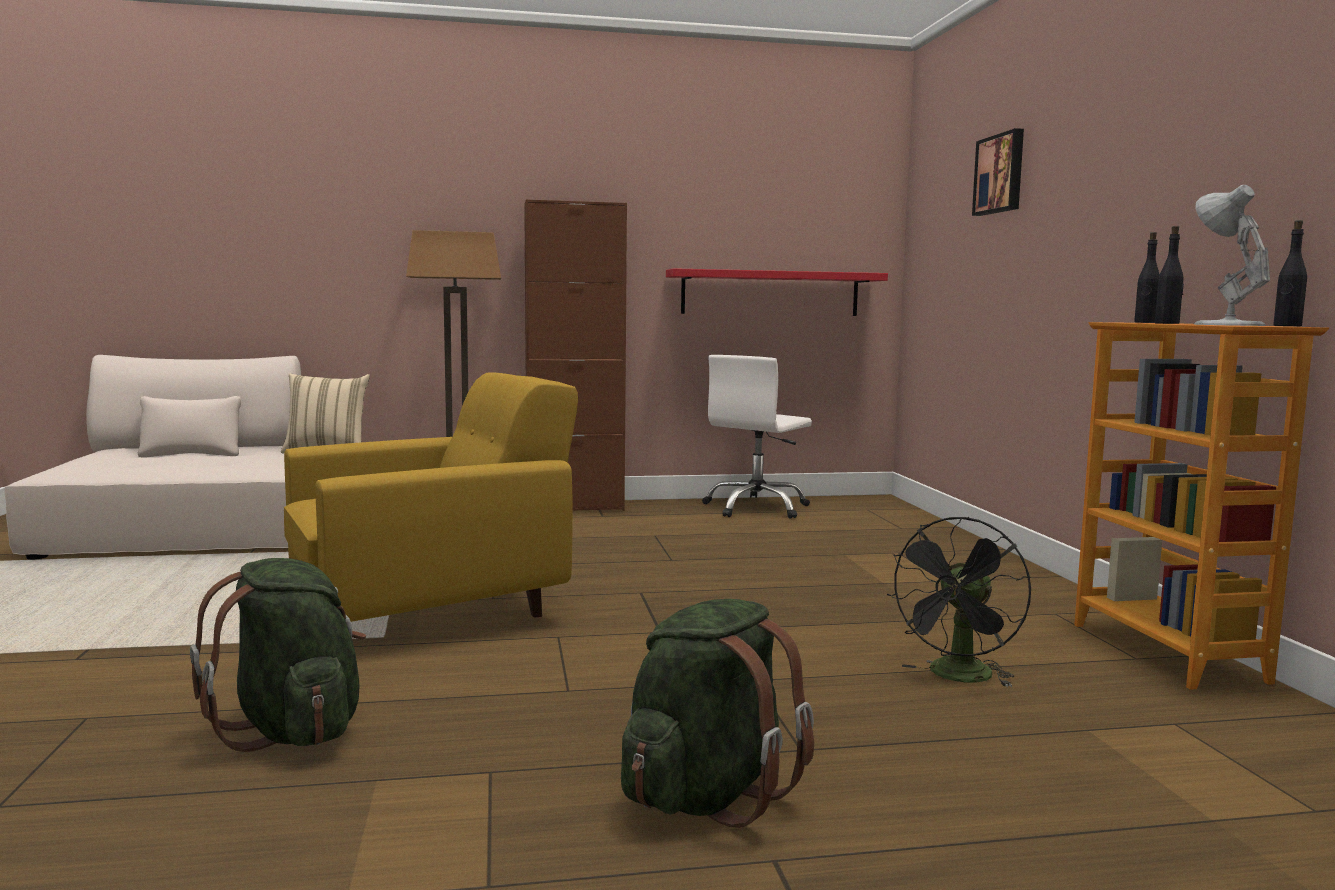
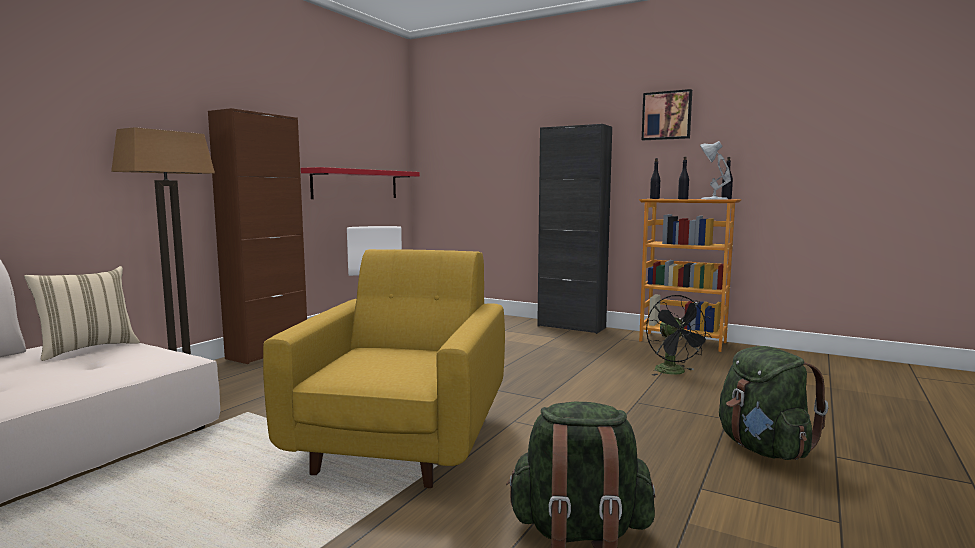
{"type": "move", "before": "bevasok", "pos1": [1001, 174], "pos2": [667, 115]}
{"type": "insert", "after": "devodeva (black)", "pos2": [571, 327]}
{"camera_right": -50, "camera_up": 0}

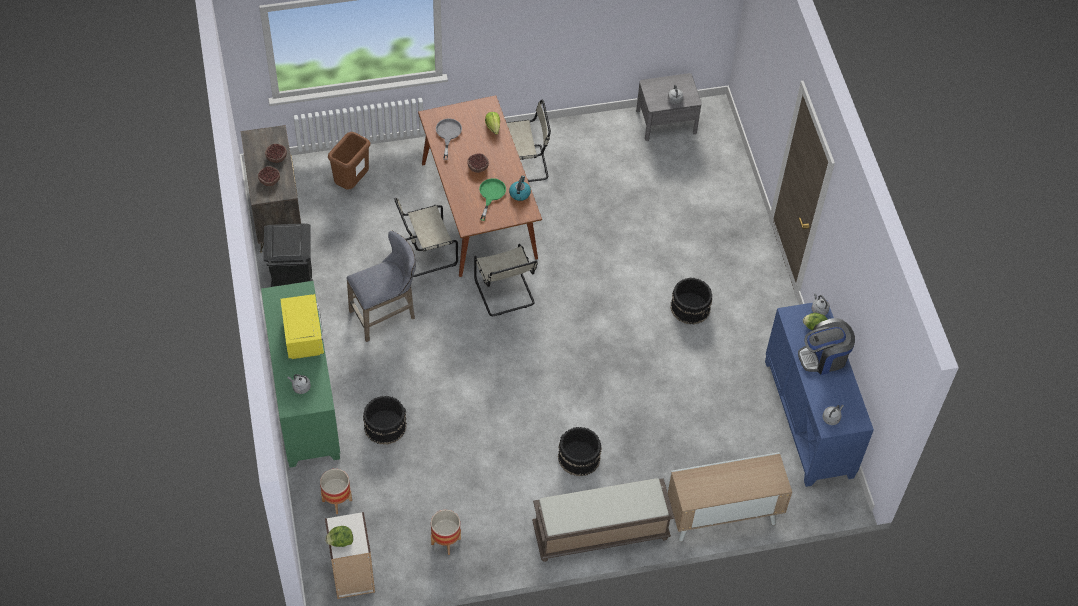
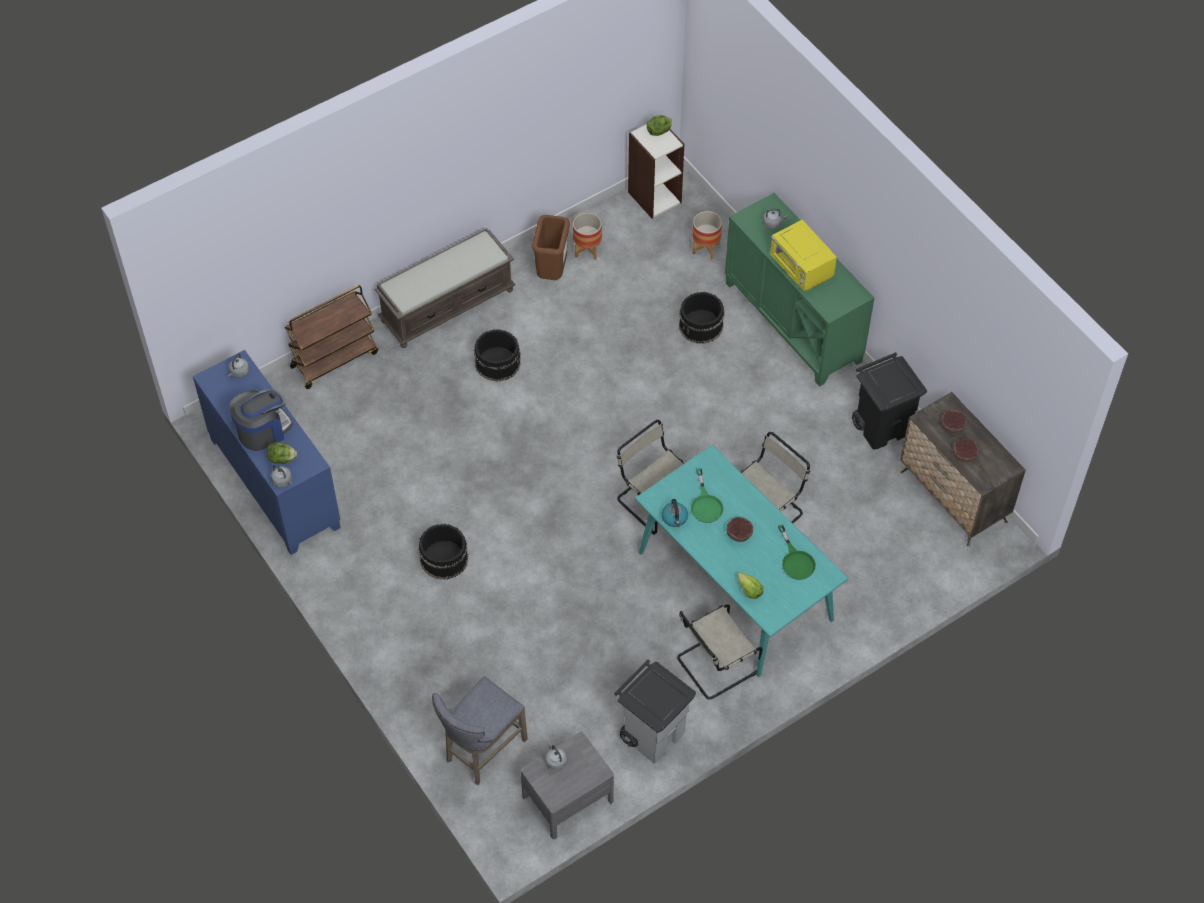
{"type": "move", "before": "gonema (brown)", "pos1": [351, 181], "pos2": [552, 272]}
{"type": "move", "before": "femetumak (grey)", "pos1": [386, 315], "pos2": [481, 751]}
{"type": "recolor", "before": "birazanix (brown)", "after": "birazanix (turquoise)", "pos1": [478, 210], "pos2": [736, 586]}
{"type": "recolor", "before": "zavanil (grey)", "after": "zavanil (green)", "pos1": [448, 134], "pos2": [796, 561]}
{"type": "replace", "before": "devodeva", "after": "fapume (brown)", "pos1": [722, 516], "pos2": [335, 359]}
{"type": "insert", "after": "gonema (grey)", "pos2": [653, 734]}
{"camera_right": 160, "camera_up": 0}

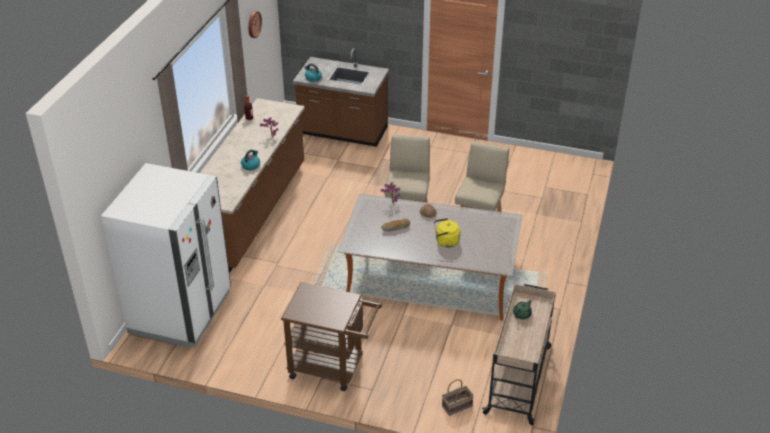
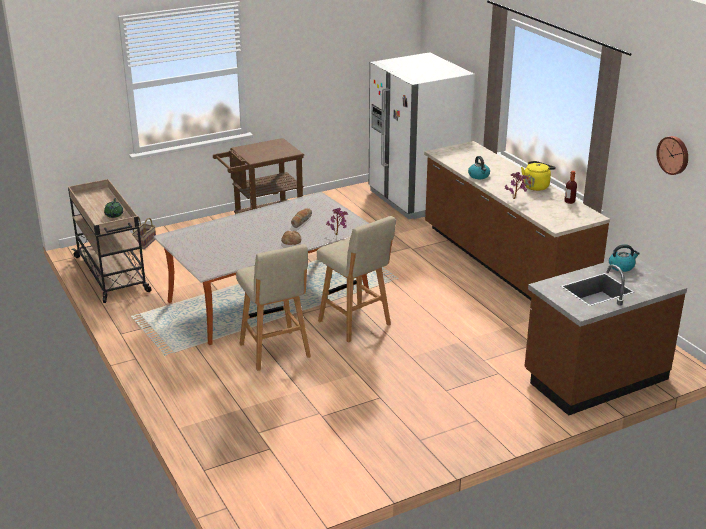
{"type": "move", "before": "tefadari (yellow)", "pos1": [445, 242], "pos2": [536, 186]}
{"camera_right": 135, "camera_up": -10}

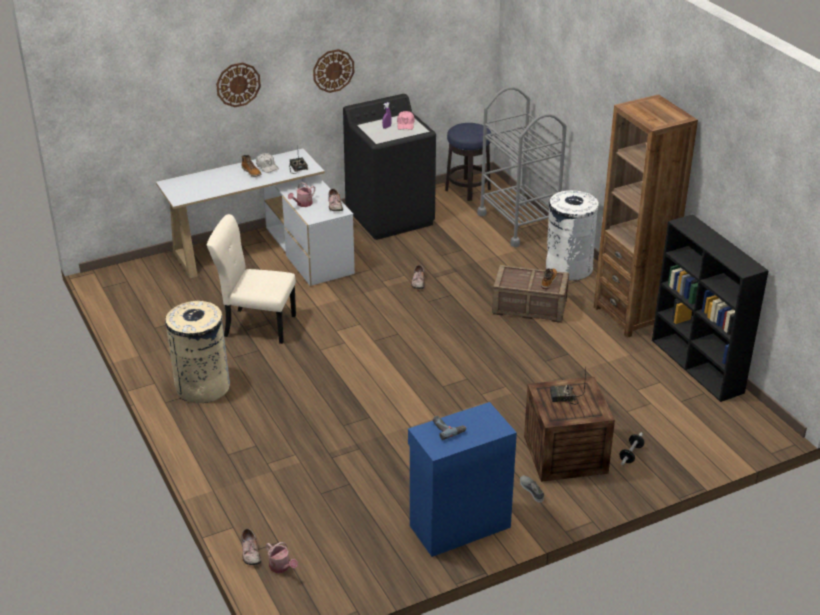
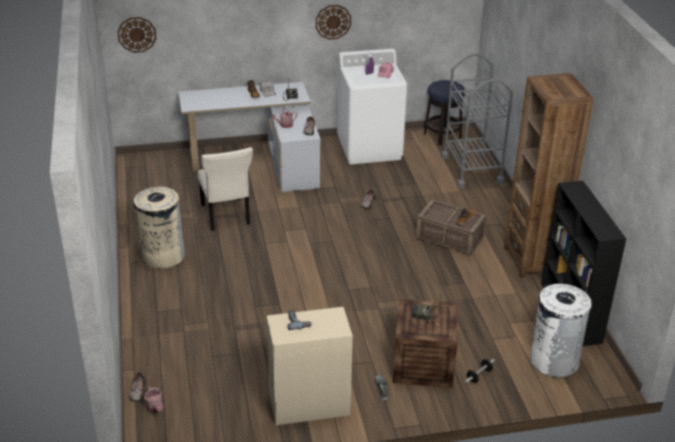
{"type": "rotate", "before": "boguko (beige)", "pos1": [257, 325], "pos2": [226, 216], "turn": -135}
{"type": "move", "before": "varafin", "pos1": [238, 84], "pos2": [137, 34]}
{"type": "recolor", "before": "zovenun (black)", "after": "zovenun (white)", "pos1": [390, 217], "pos2": [370, 148]}
{"type": "recolor", "before": "devodeva (blue)", "after": "devodeva (beige)", "pos1": [458, 525], "pos2": [308, 404]}
{"type": "move", "before": "gonema (white)", "pos1": [568, 268], "pos2": [554, 360]}
{"camera_right": 15, "camera_up": 0}

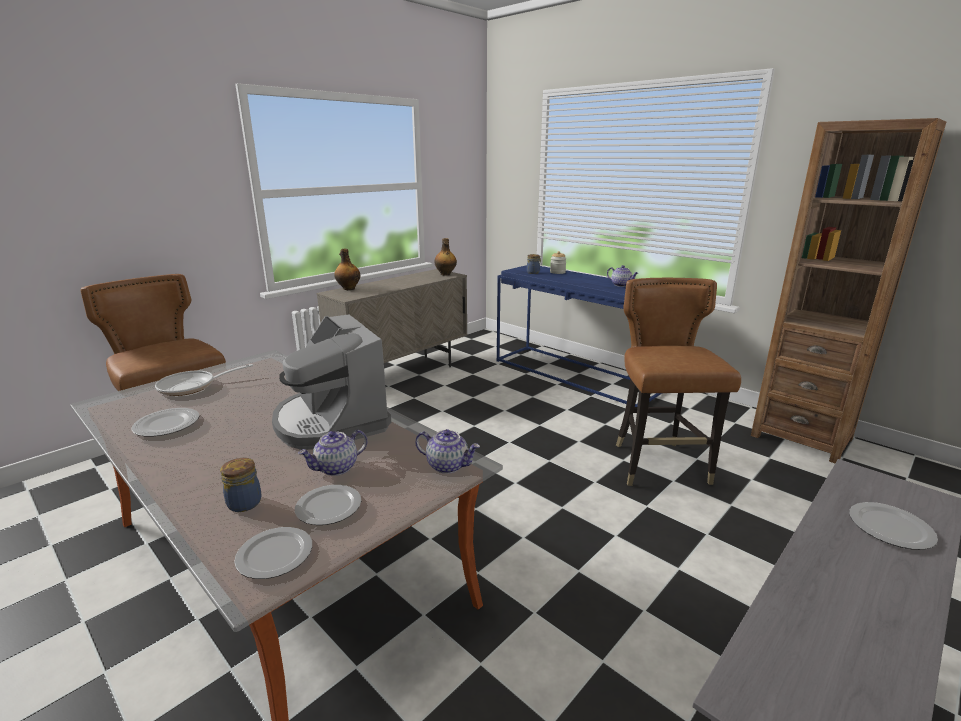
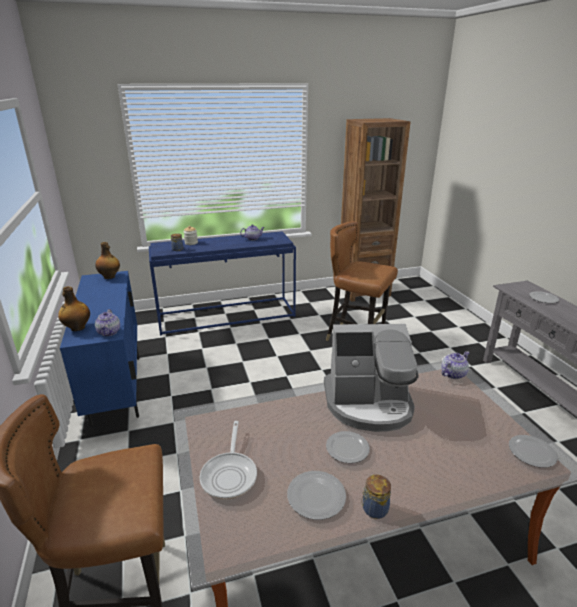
{"type": "move", "before": "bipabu", "pos1": [243, 502], "pos2": [374, 509]}
{"type": "move", "before": "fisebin", "pos1": [328, 508], "pos2": [348, 448]}
{"type": "move", "before": "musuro", "pos1": [336, 468], "pos2": [109, 332]}
{"type": "recolor", "before": "devodeva (beige)", "after": "devodeva (blue)", "pos1": [402, 375], "pos2": [117, 388]}
{"camera_right": -60, "camera_up": 5}

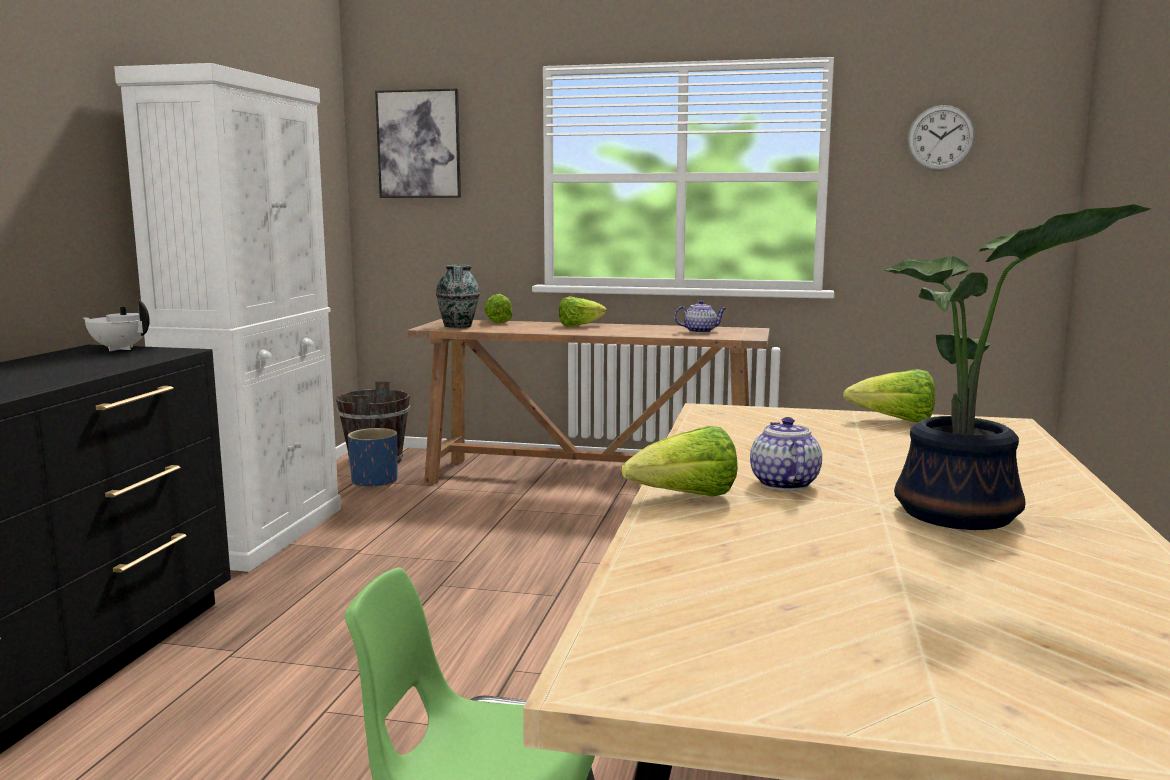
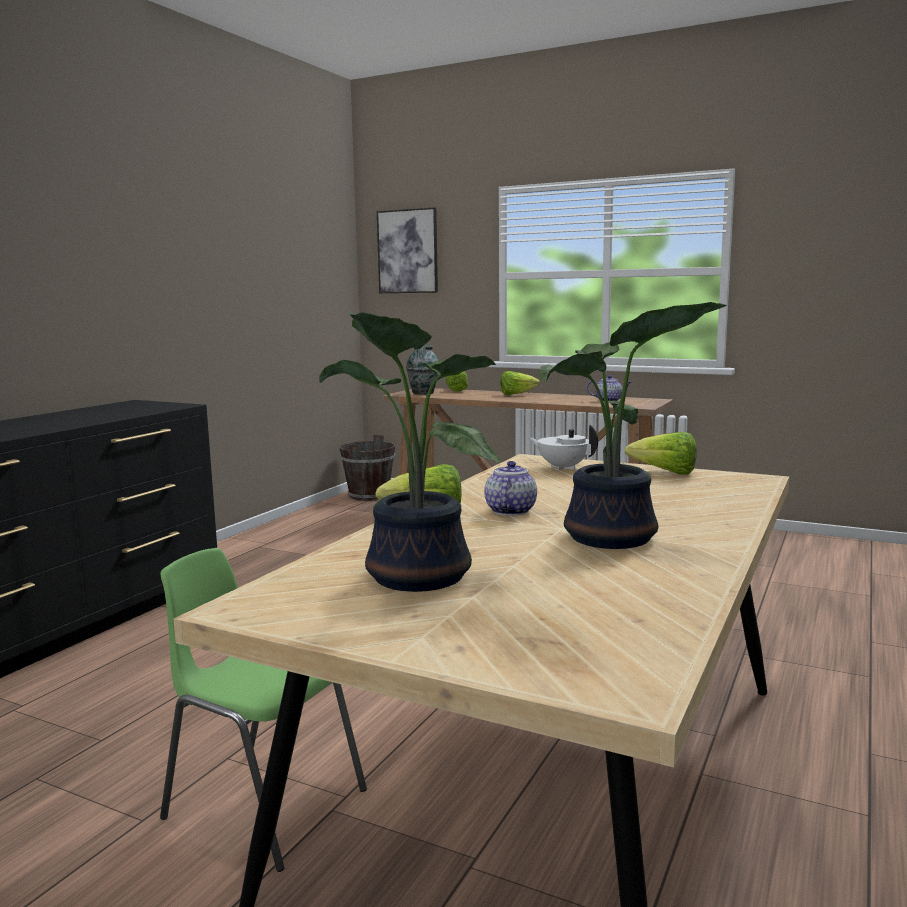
{"type": "move", "before": "musuro (white)", "pos1": [119, 349], "pos2": [563, 467]}
{"type": "delete", "before": "devodeva (white)", "pos1": [259, 534]}
{"type": "delete", "before": "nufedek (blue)", "pos1": [374, 482]}
{"type": "delete", "before": "varafin", "pos1": [940, 138]}
{"type": "insert", "after": "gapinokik", "pos2": [411, 577]}
{"camera_right": 15, "camera_up": 0}

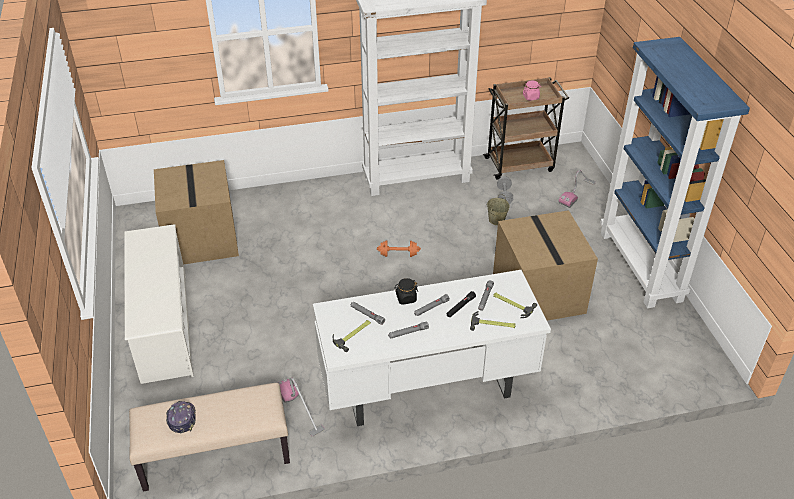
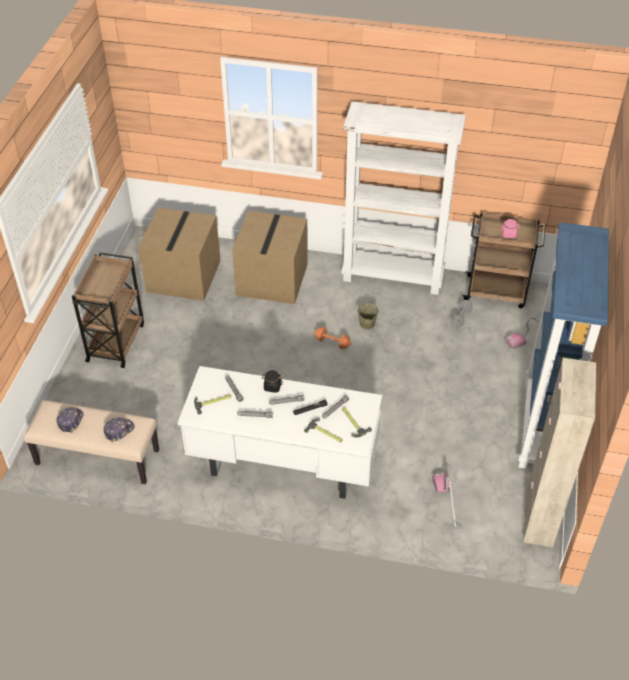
{"type": "replace", "before": "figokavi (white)", "after": "fapume (brown)", "pos1": [164, 326], "pos2": [116, 341]}
{"type": "move", "before": "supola", "pos1": [299, 409], "pos2": [447, 502]}
{"type": "move", "before": "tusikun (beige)", "pos1": [496, 220], "pos2": [367, 324]}
{"type": "move", "before": "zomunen", "pos1": [540, 294], "pos2": [273, 280]}
{"type": "insert", "after": "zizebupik", "pos2": [119, 430]}
{"type": "insert", "after": "devodeva (beige)", "pos2": [539, 517]}
{"camera_right": 25, "camera_up": 5}

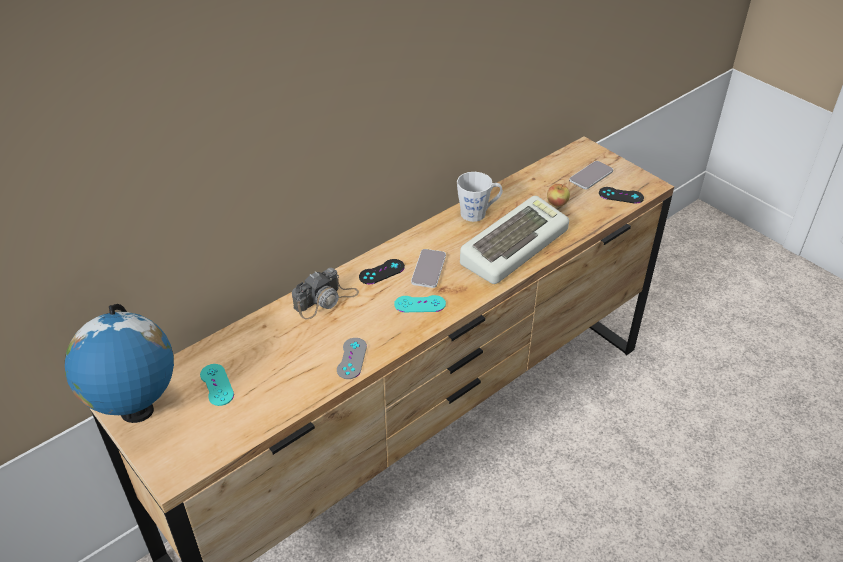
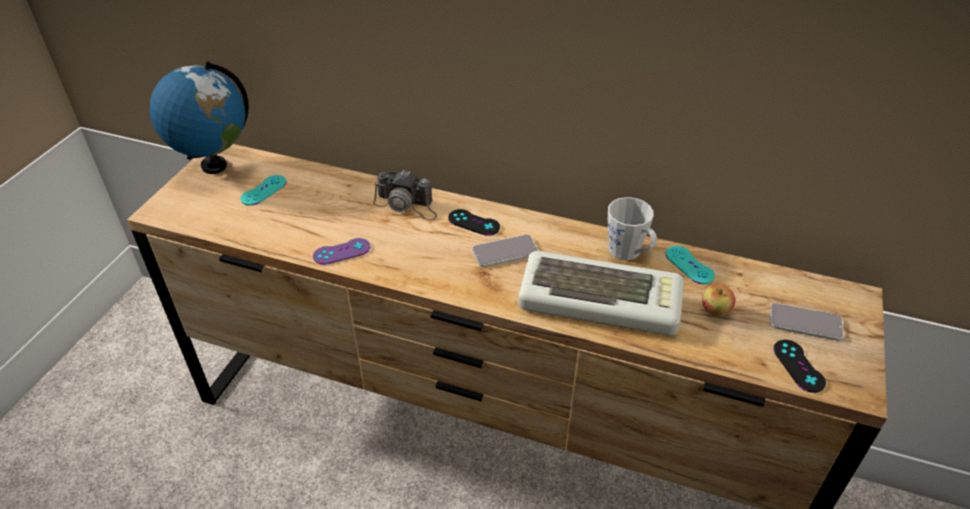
{"type": "recolor", "before": "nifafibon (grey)", "after": "nifafibon (purple)", "pos1": [352, 358], "pos2": [342, 251]}
{"type": "move", "before": "nifafibon (turquoise)", "pos1": [420, 304], "pos2": [689, 265]}
{"camera_right": 60, "camera_up": 0}

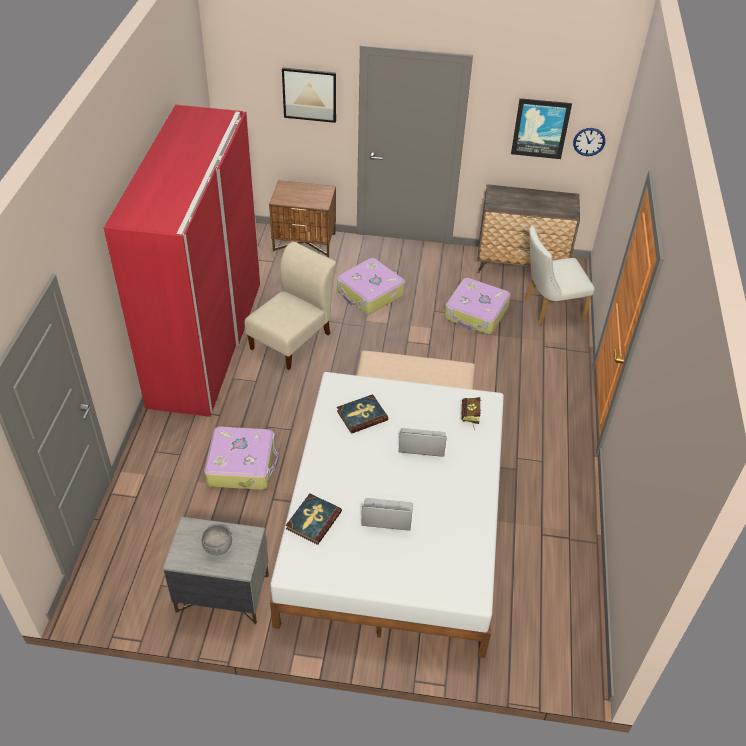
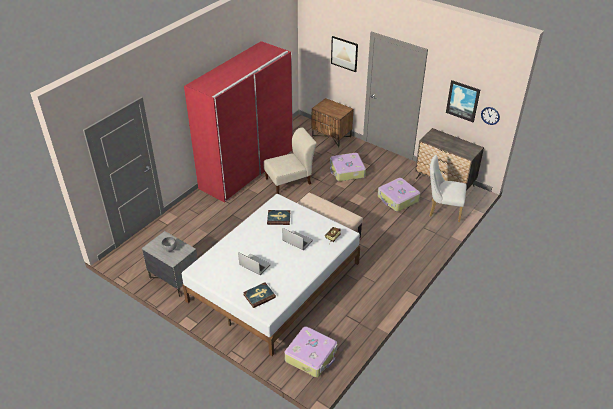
{"type": "move", "before": "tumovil", "pos1": [242, 464], "pos2": [311, 356]}
{"type": "move", "before": "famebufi", "pos1": [313, 520], "pos2": [259, 296]}
{"camera_right": 30, "camera_up": -5}

